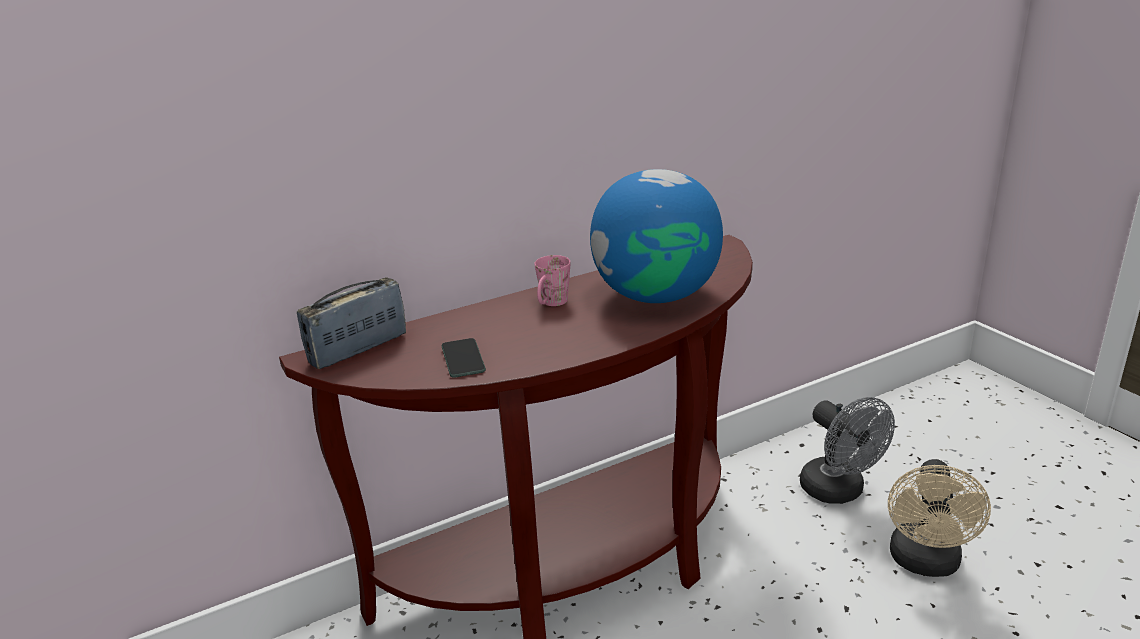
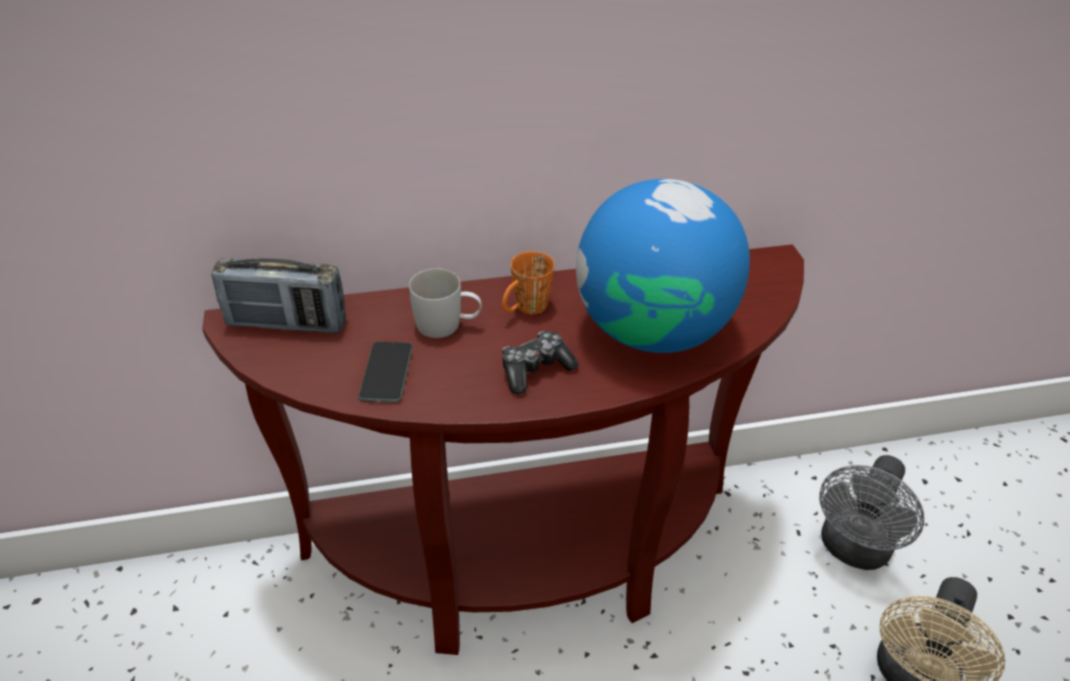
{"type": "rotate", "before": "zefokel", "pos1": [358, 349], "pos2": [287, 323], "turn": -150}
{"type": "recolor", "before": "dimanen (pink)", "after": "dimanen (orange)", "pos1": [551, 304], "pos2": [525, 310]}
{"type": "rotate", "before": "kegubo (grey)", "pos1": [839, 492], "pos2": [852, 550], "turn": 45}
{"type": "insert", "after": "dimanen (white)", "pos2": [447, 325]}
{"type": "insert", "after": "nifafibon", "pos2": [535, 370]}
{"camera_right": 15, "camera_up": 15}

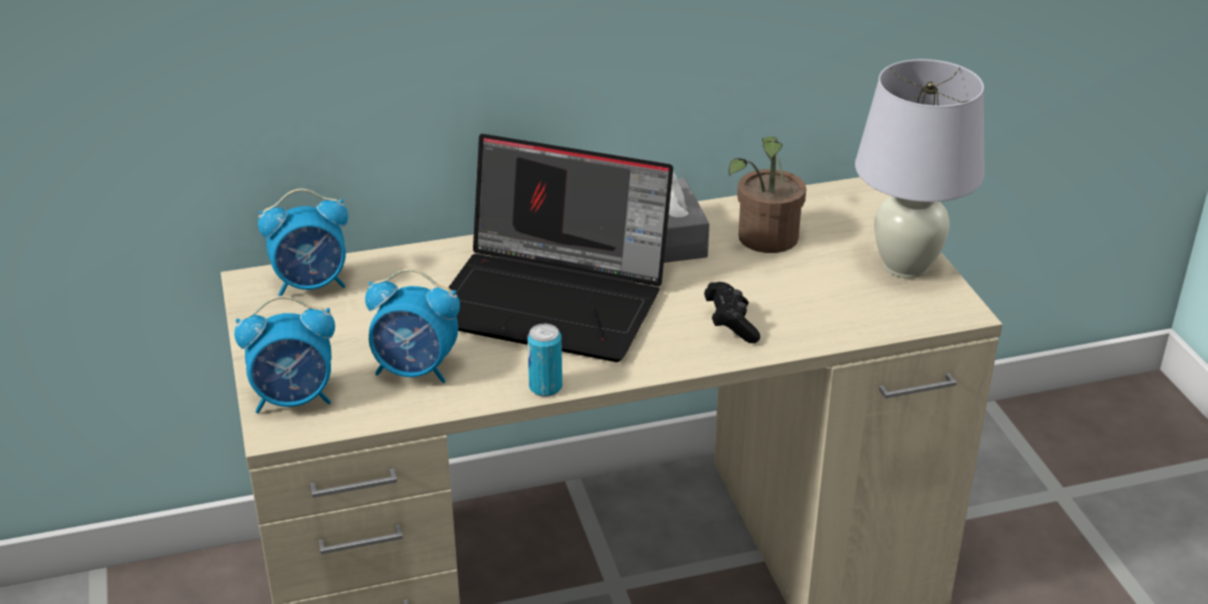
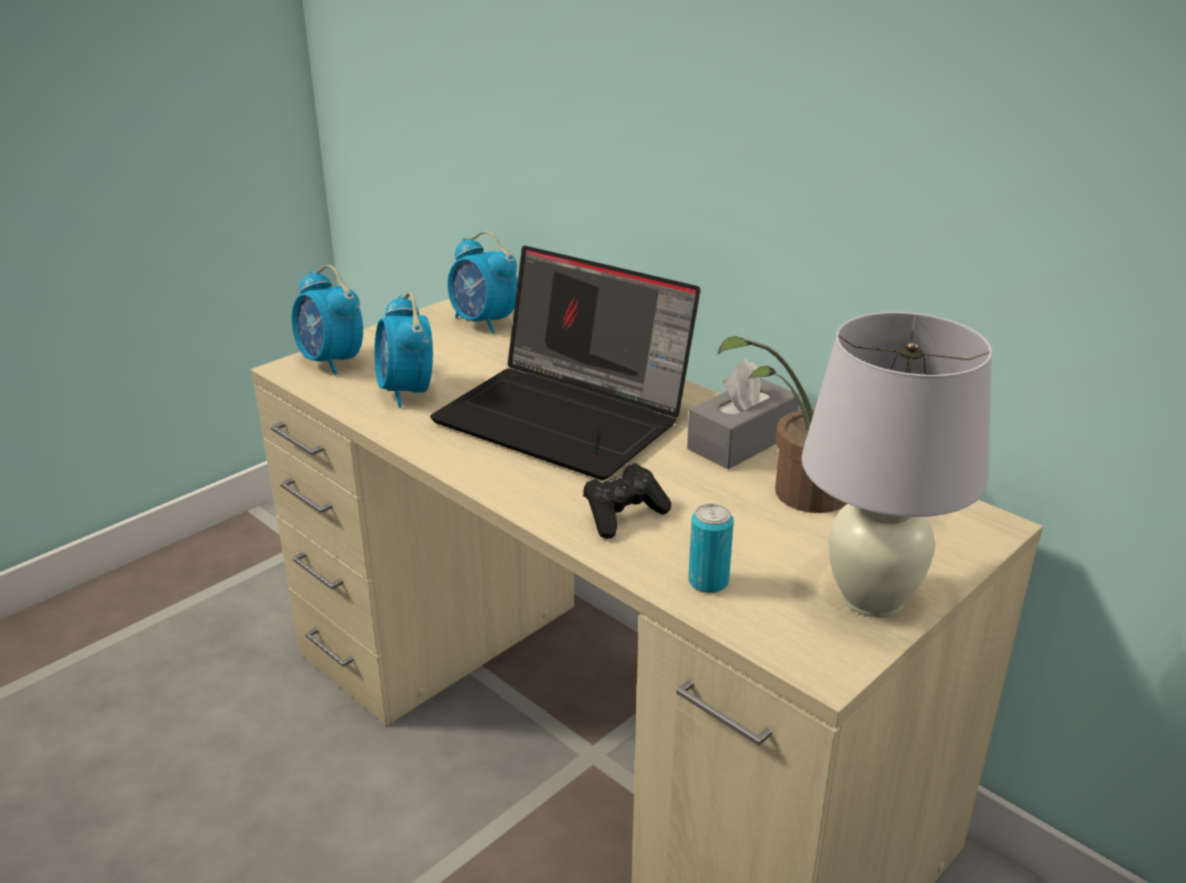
{"type": "rotate", "before": "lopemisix", "pos1": [555, 300], "pos2": [568, 417], "turn": -45}
{"type": "move", "before": "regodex", "pos1": [545, 387], "pos2": [708, 582]}
{"camera_right": 60, "camera_up": -5}

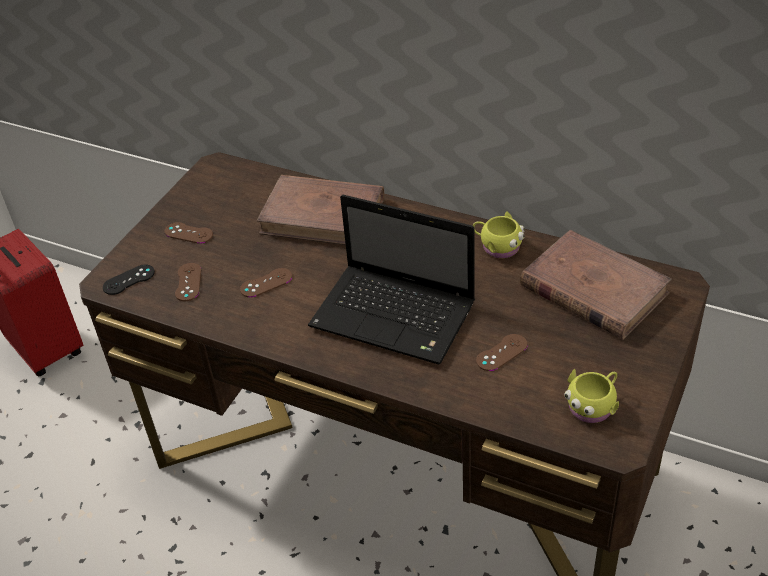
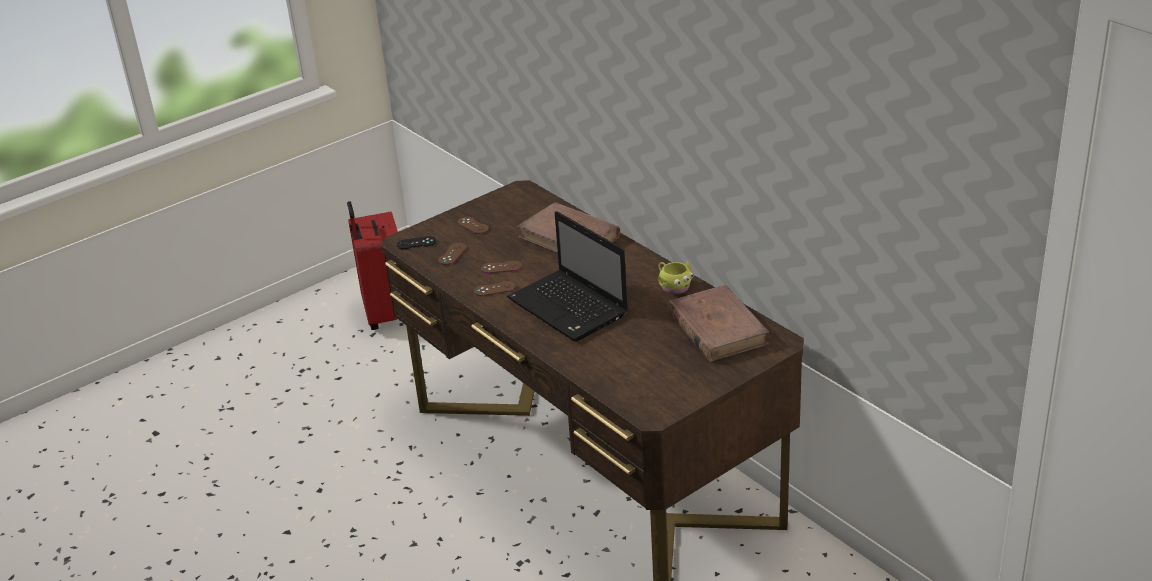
{"type": "move", "before": "nifafibon (brown)", "pos1": [501, 353], "pos2": [494, 289]}
{"type": "delete", "before": "dimanen (yellow)", "pos1": [593, 405]}
{"camera_right": 25, "camera_up": -10}

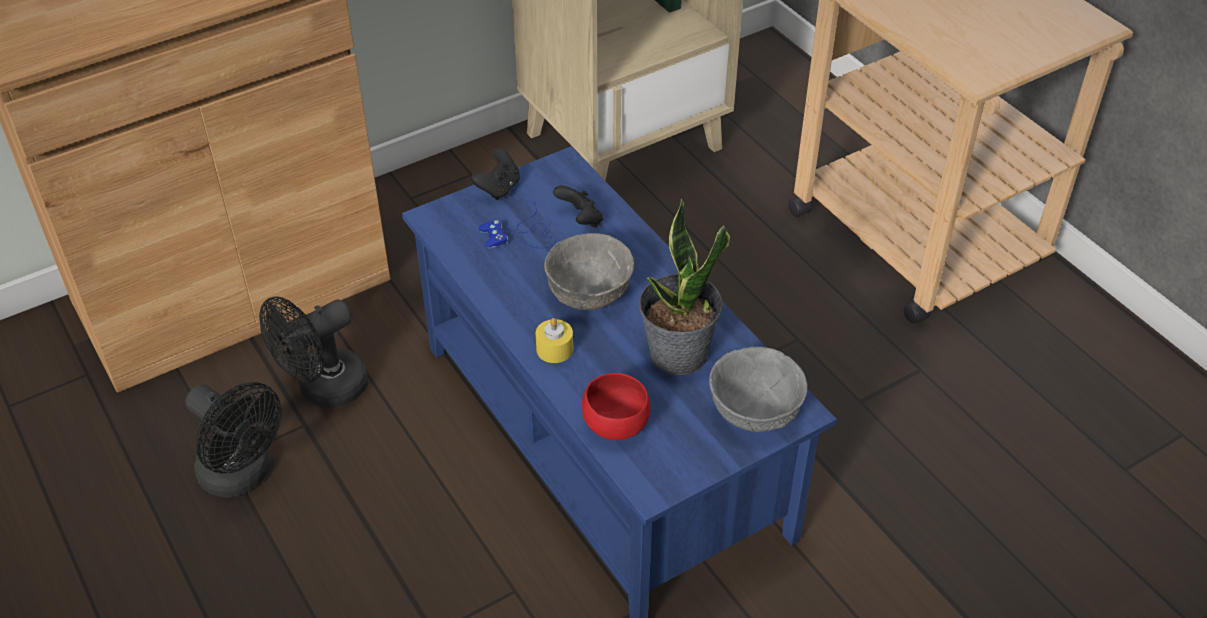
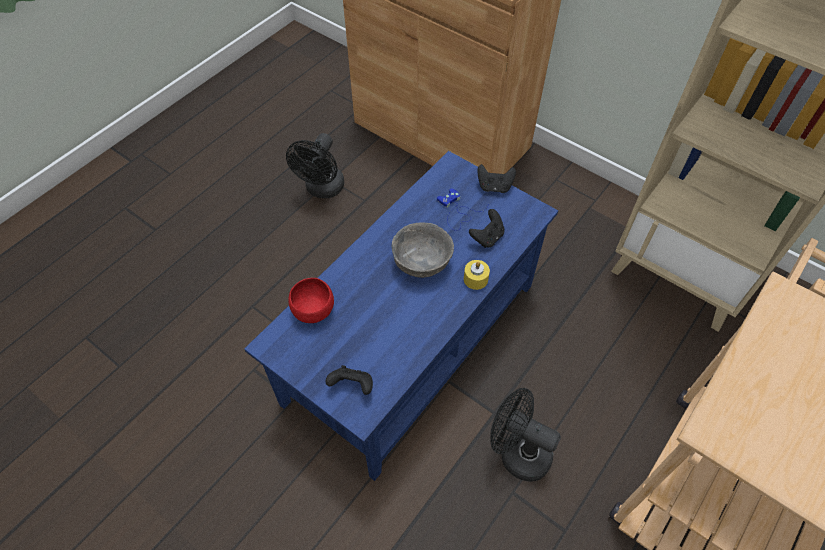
{"type": "move", "before": "kegubo (black)", "pos1": [323, 390], "pos2": [517, 452]}
{"type": "move", "before": "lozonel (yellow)", "pos1": [554, 349], "pos2": [475, 279]}
{"type": "delete", "before": "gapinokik", "pos1": [678, 354]}
{"type": "replace", "before": "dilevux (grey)", "after": "nifafibon (black)", "pos1": [753, 411], "pos2": [352, 386]}
{"camera_right": 70, "camera_up": 10}

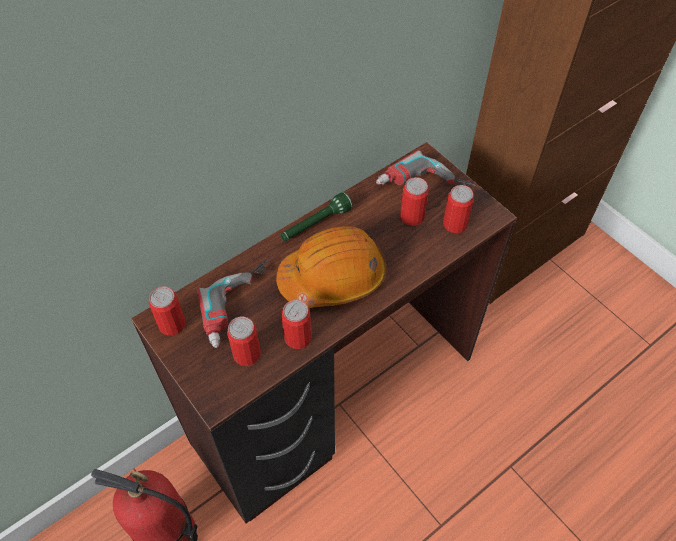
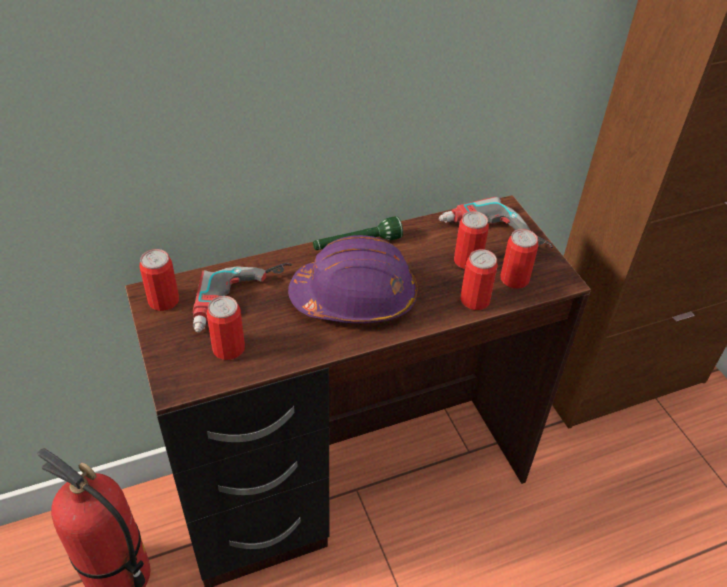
{"type": "recolor", "before": "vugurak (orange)", "after": "vugurak (purple)", "pos1": [333, 277], "pos2": [355, 298]}
{"type": "move", "before": "regodex", "pos1": [298, 337], "pos2": [475, 300]}
{"camera_right": 15, "camera_up": -10}

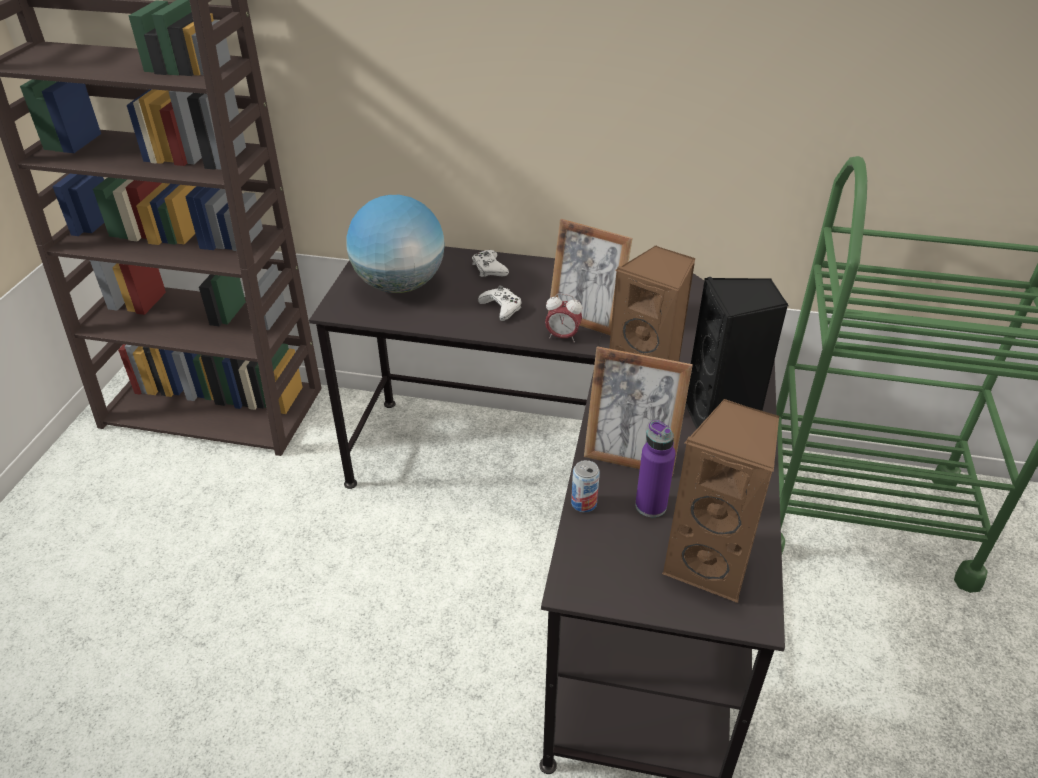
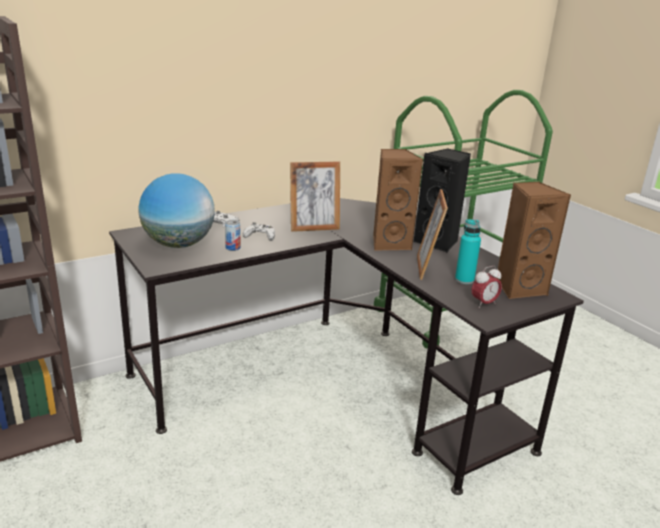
{"type": "move", "before": "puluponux", "pos1": [562, 337], "pos2": [484, 303]}
{"type": "move", "before": "regodex", "pos1": [584, 503], "pos2": [233, 248]}
{"type": "rotate", "before": "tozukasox", "pos1": [630, 457], "pos2": [426, 268], "turn": 120}
{"type": "recolor", "before": "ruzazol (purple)", "after": "ruzazol (turquoise)", "pos1": [651, 505], "pos2": [464, 280]}
{"camera_right": -45, "camera_up": -15}

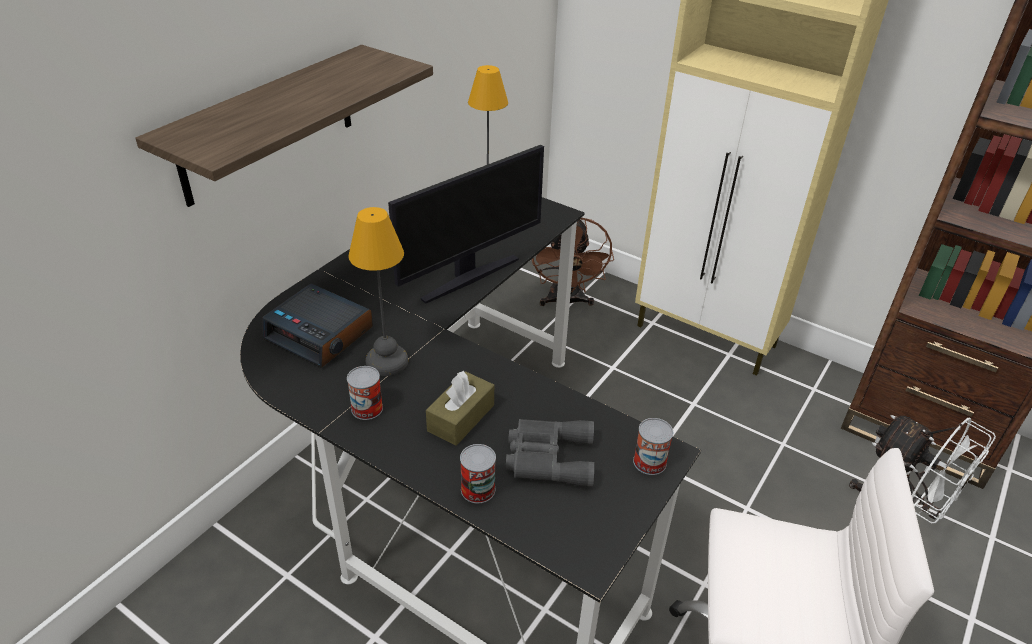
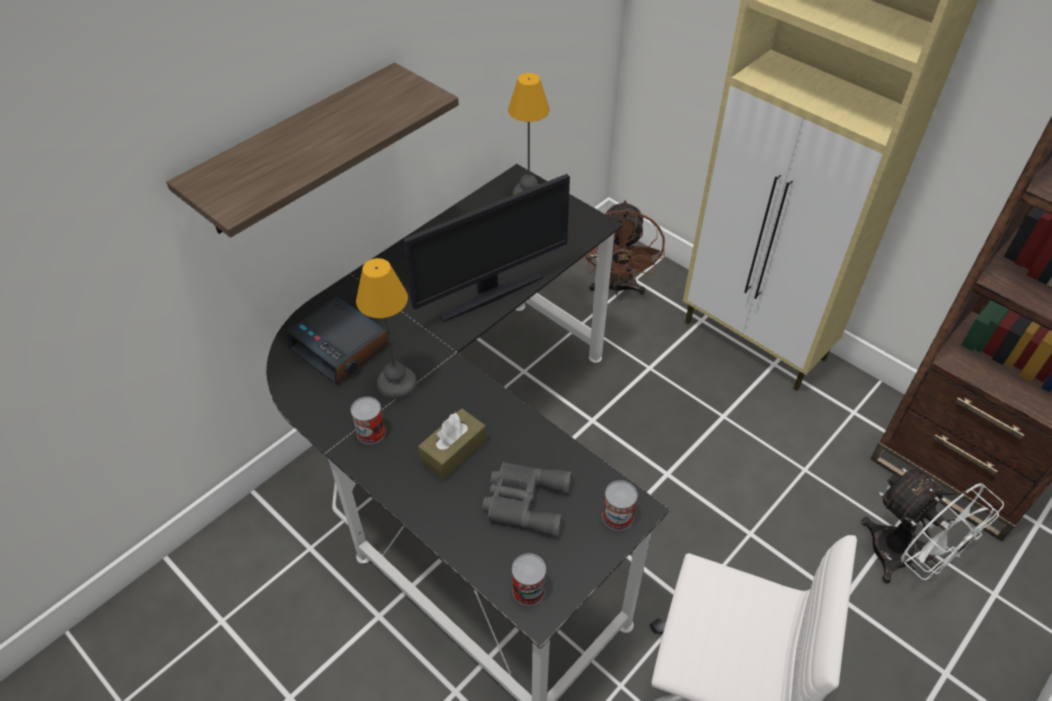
{"type": "move", "before": "regodex", "pos1": [478, 489], "pos2": [528, 590]}
{"camera_right": 10, "camera_up": 10}

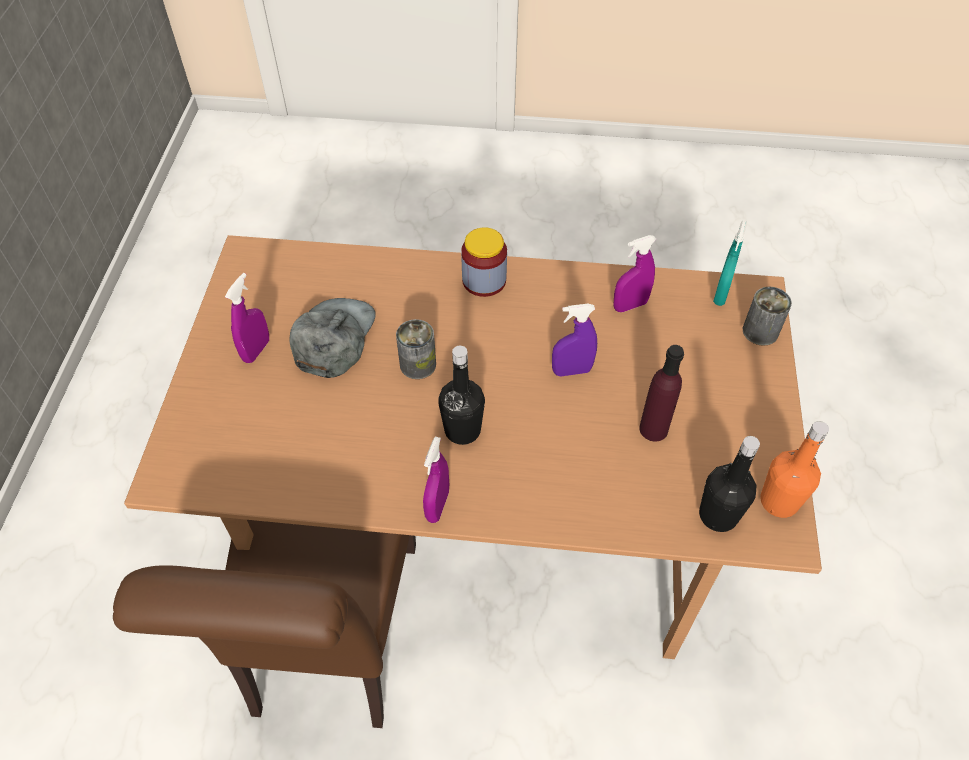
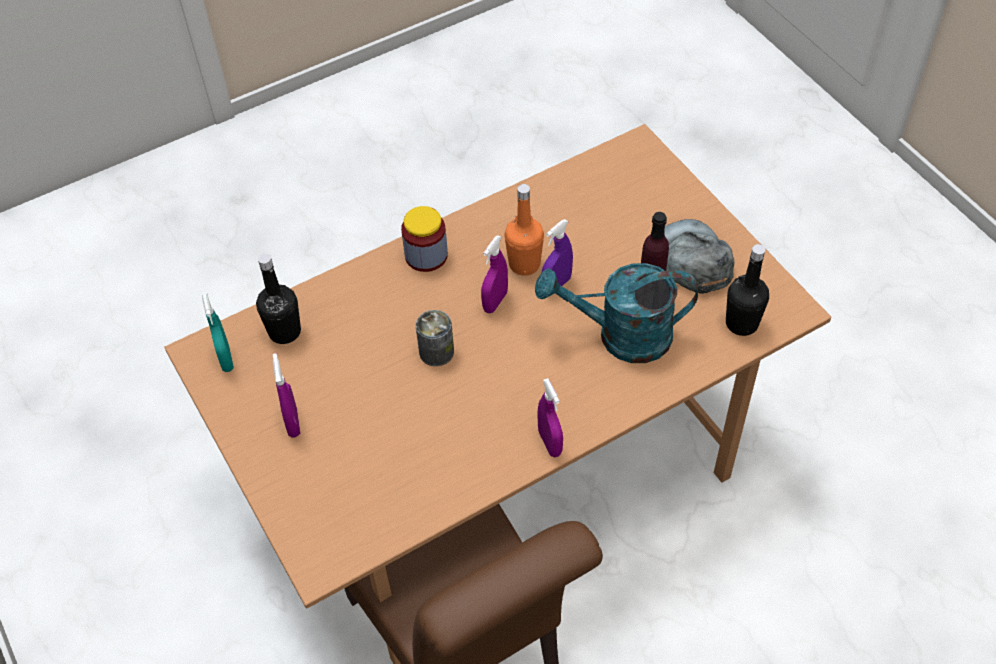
{"type": "move", "before": "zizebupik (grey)", "pos1": [333, 338], "pos2": [692, 259]}
{"type": "move", "before": "ruzazol (black)", "pos1": [462, 430], "pos2": [284, 331]}
{"type": "move", "before": "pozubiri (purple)", "pos1": [630, 305], "pos2": [495, 302]}
{"type": "move", "before": "pozubiri (turquoise)", "pos1": [721, 294], "pos2": [226, 359]}
{"type": "delete", "before": "regodex", "pos1": [760, 331]}
{"type": "move", "before": "ruzazol (orange)", "pos1": [779, 501], "pos2": [524, 264]}
{"type": "insert", "after": "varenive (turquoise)", "pos2": [621, 336]}
{"camera_right": -35, "camera_up": 0}

